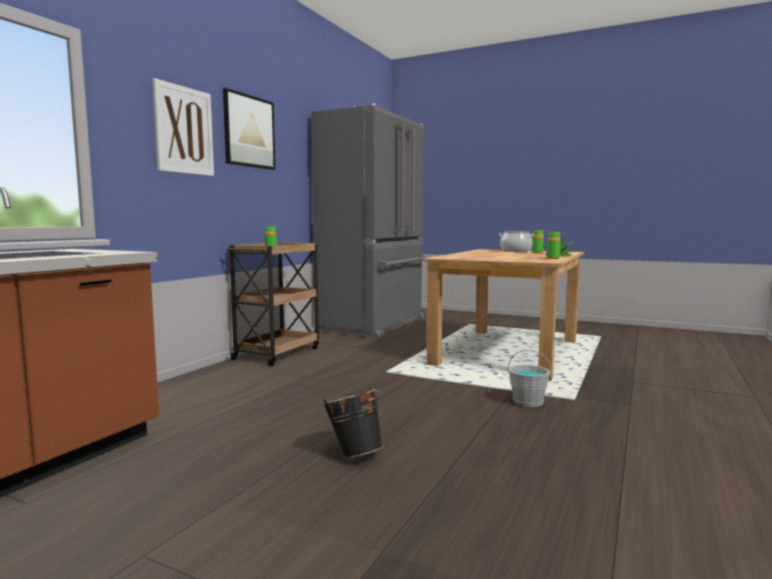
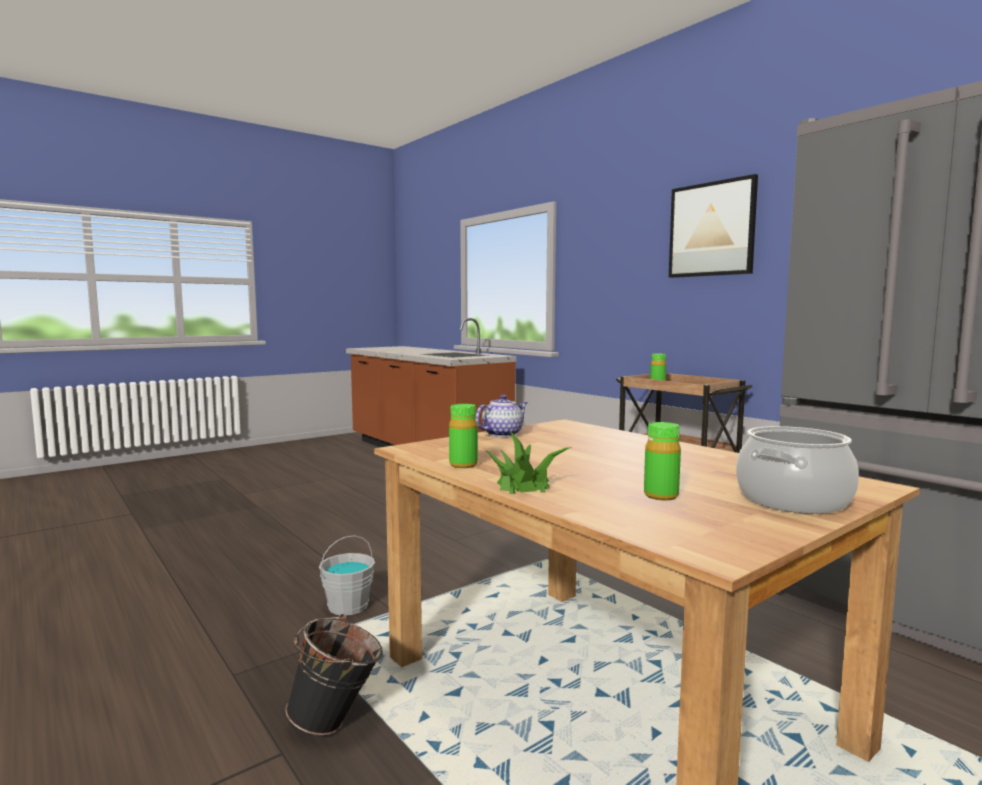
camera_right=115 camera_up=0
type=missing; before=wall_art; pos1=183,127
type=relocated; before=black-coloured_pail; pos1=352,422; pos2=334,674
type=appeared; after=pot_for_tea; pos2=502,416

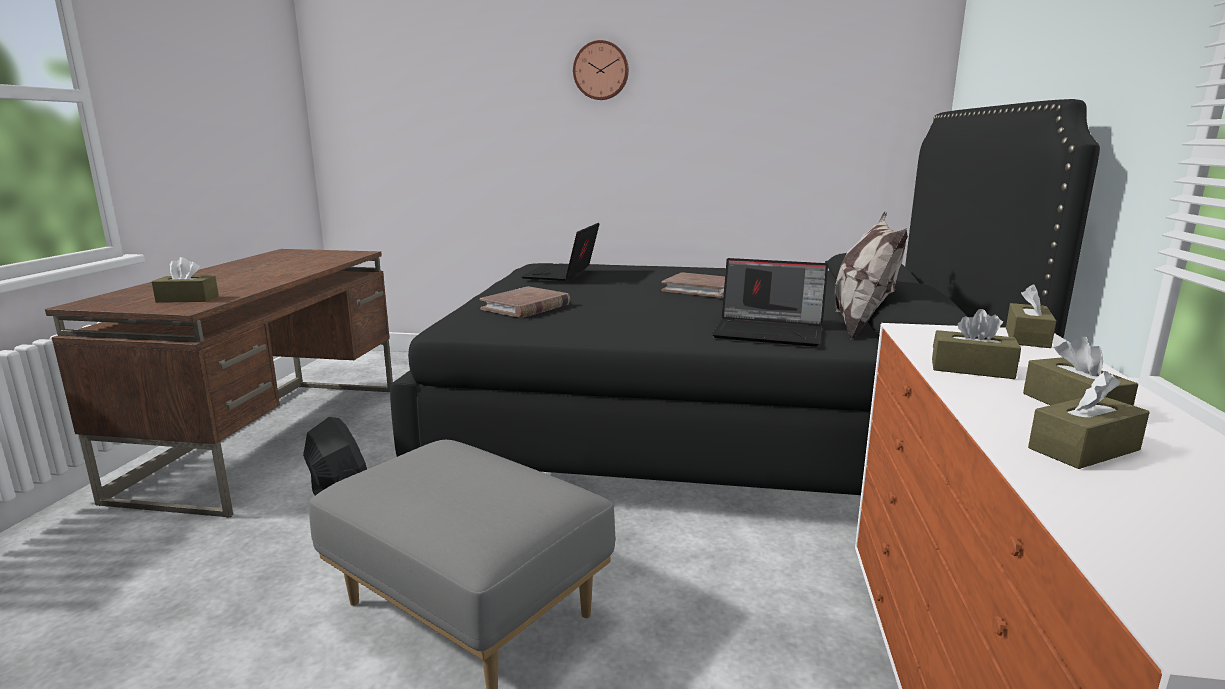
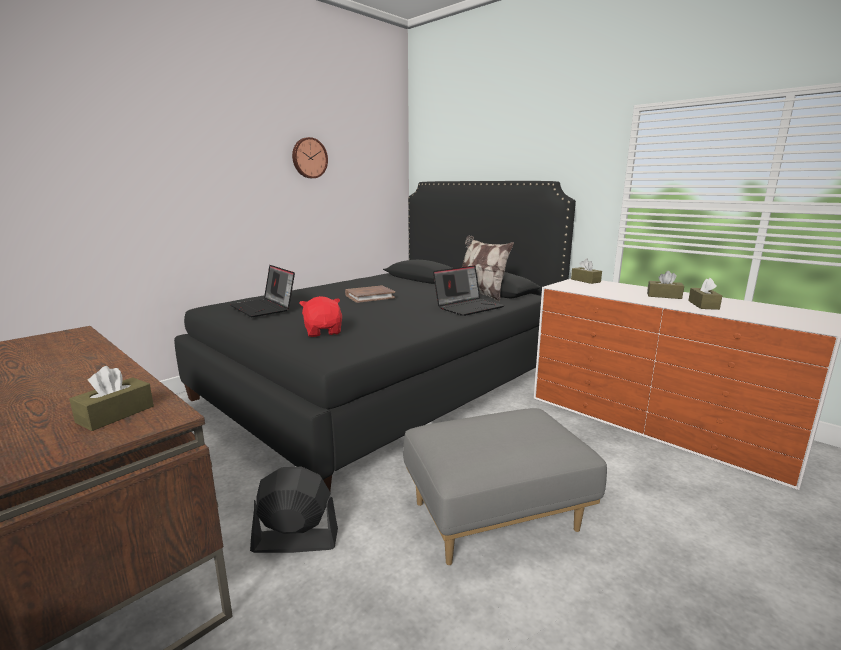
camera_right=-55 camera_up=0
type=relocated; before=wall_clock; pos1=601,70; pos2=310,157
type=exchanged; before=brownish_volume; after=red-coloured_plush_toy; pos1=525,302; pos2=321,316
type=missing; before=brownish_tissue_box; pos1=976,344

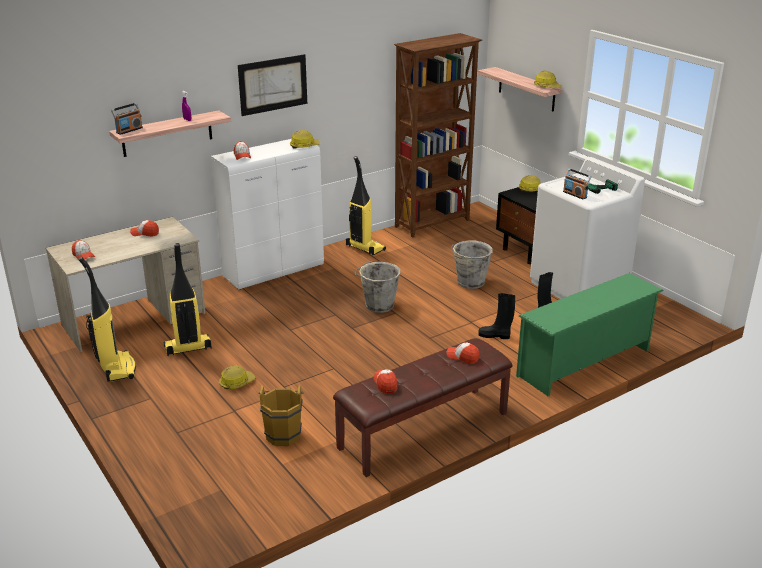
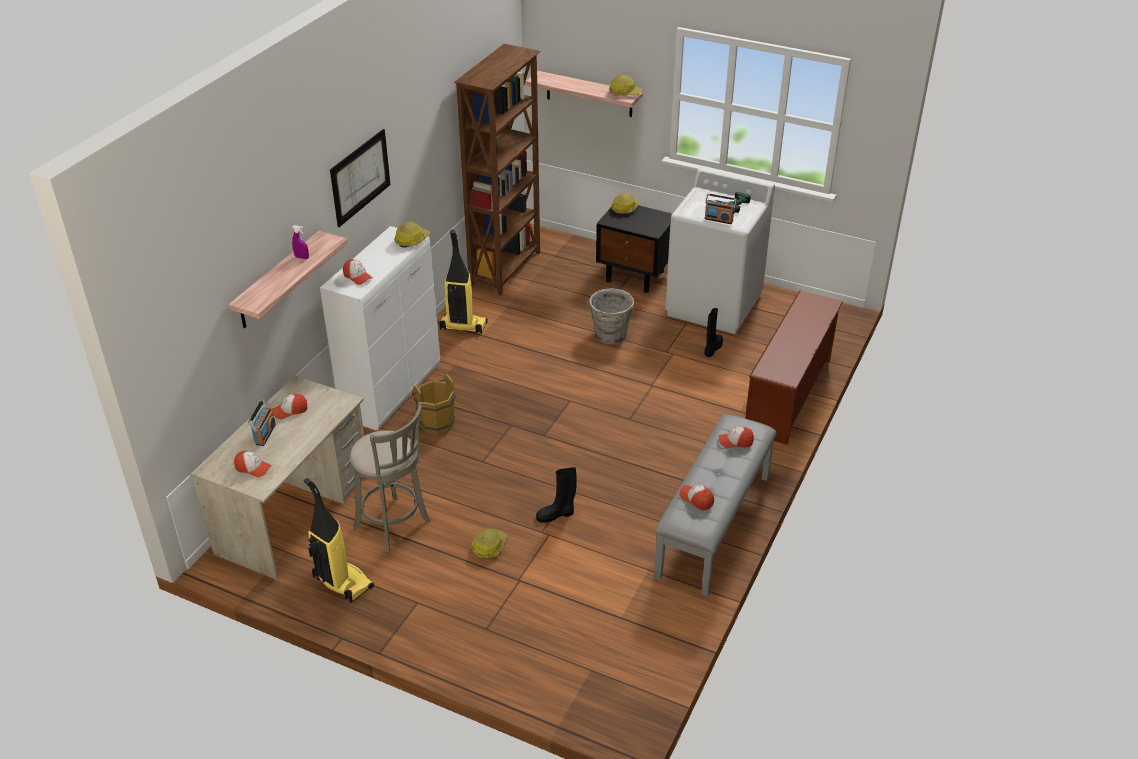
camera_right=-30 camera_up=10
type=relocated; before=radio; pos1=127,119; pos2=262,422
type=exchanged; before=vacuum; after=grey_sitting_stool; pos1=188,299; pos2=390,477
type=missing; before=grey_pail; pos1=377,287
type=colour; before=green_shoe_shelf; after=brownish_shoe_shelf; pos1=590,334; pos2=794,368
type=relocated; before=black-coloured_high-top_boot; pos1=496,316; pos2=556,495
type=colour; before=brownish_indoor_bench; after=grey_indoor_bench; pos1=423,407; pos2=715,506
type=relocated; before=brownish_pail; pos1=281,415; pos2=433,405

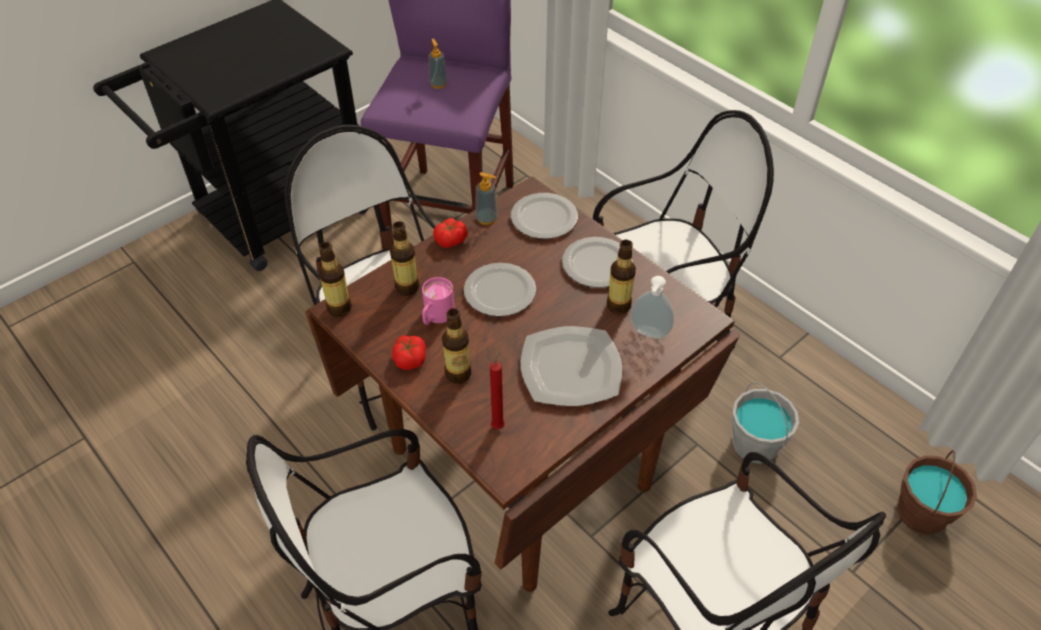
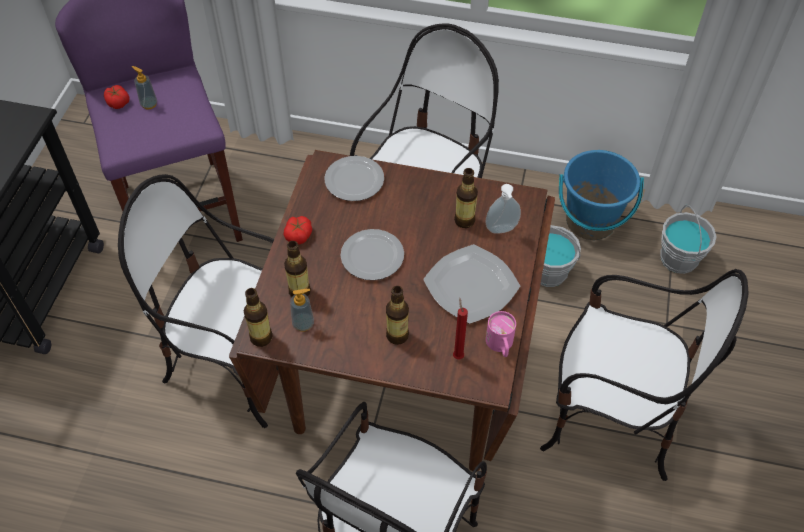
camera_right=-35 camera_up=5
type=relocated; before=soap_dispenser; pos1=486,198; pos2=302,310
type=missing; before=flat_dish; pos1=597,262
type=relocated; before=pinkish_mug; pos1=438,301; pos2=501,334
type=relocated; before=tomato; pos1=409,352; pos2=117,97
type=colour; before=brownish_pail; after=grey_pail; pos1=937,492; pos2=688,239
type=appeared; after=blue_pail; pos2=601,195

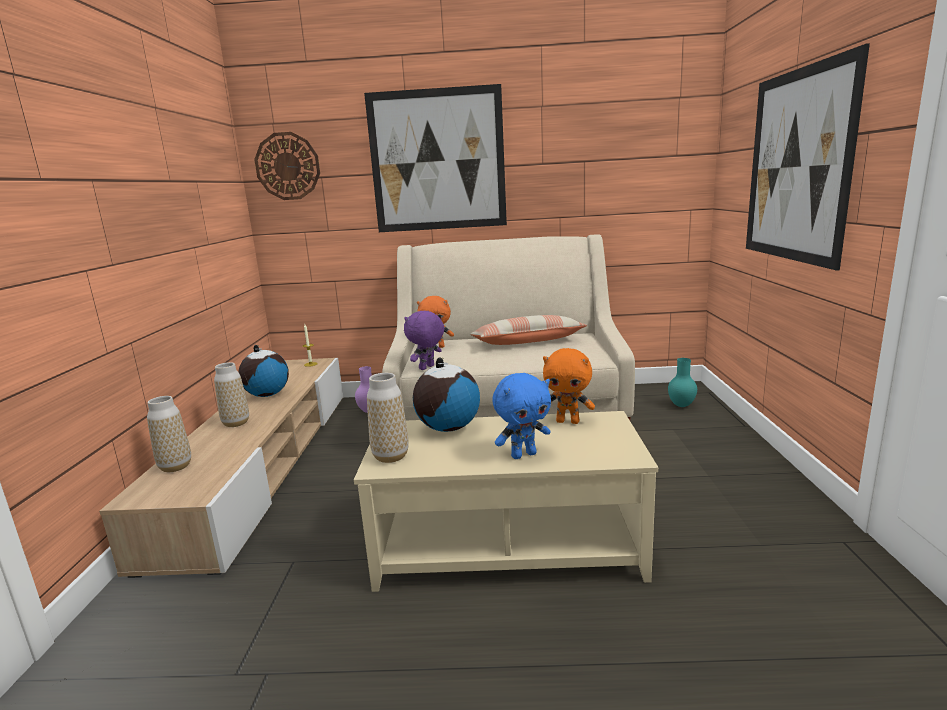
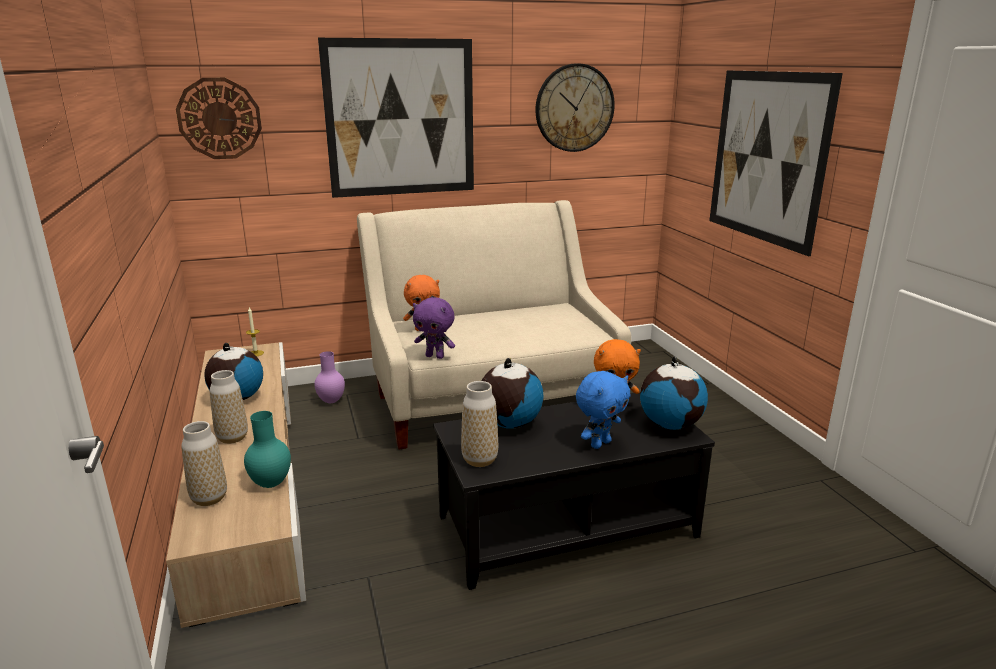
camera_right=-20 camera_up=5
type=spun; before=purple-coloured_plush_toy; pos1=424,340; pos2=434,328; turn=-90
type=missing; before=cushion; pos1=528,330
type=relocated; before=turquoise_decorative_vase; pos1=682,382; pos2=267,449
type=colour; before=sand-coloured_lounge_table; after=black-coloured_lounge_table; pos1=506,501; pos2=574,491
type=appeared; after=wall_clock; pos2=575,107
type=appeared; after=world_globe; pos2=674,393

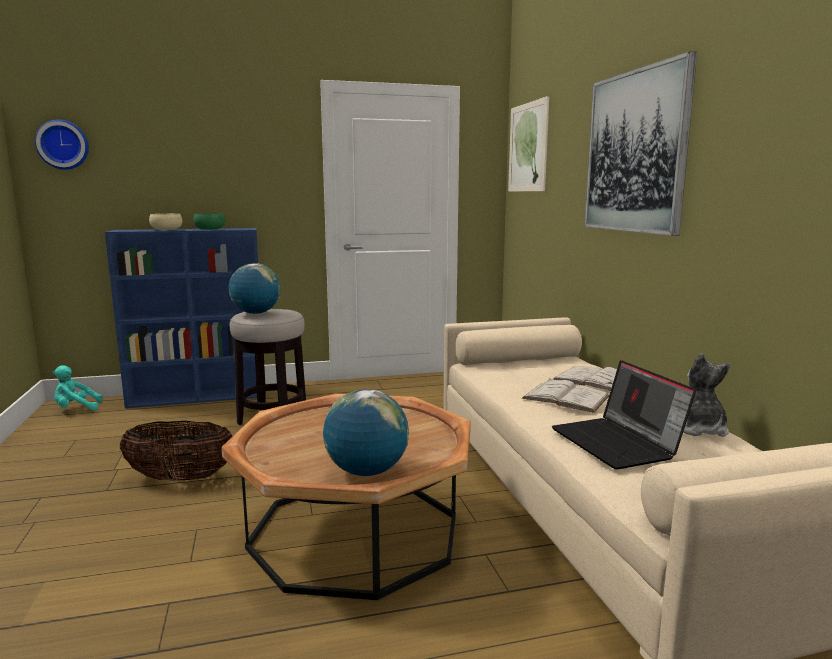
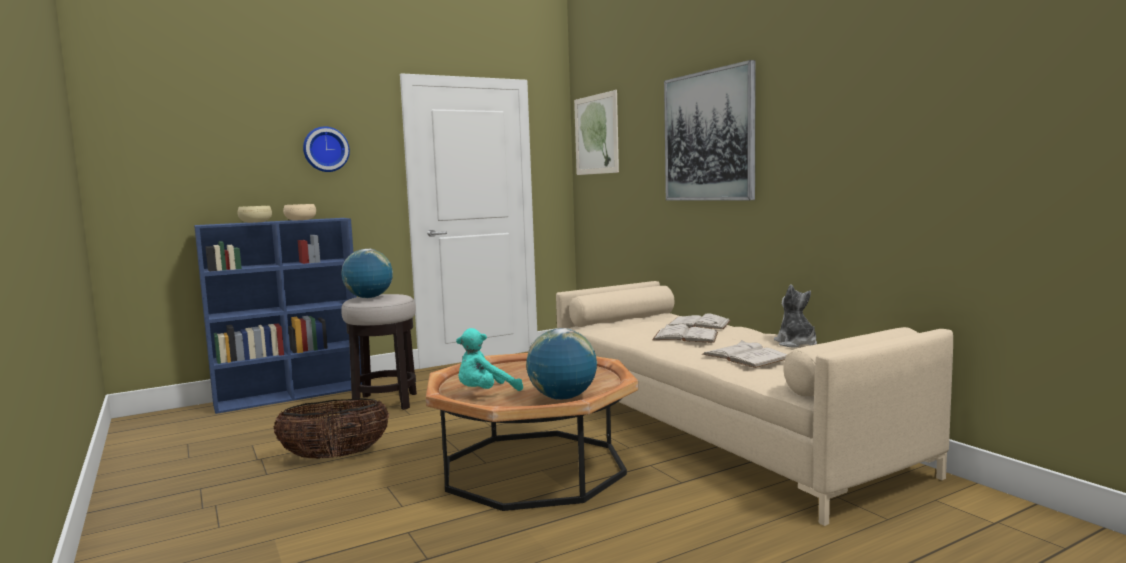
camera_right=-15 camera_up=-5
type=relocated; before=wall_clock; pos1=62,144; pos2=326,149
type=colour; before=green_bowl; after=sand-coloured_bowl; pos1=209,221; pos2=299,212
type=exchanged; before=notebook_computer; after=white_volume; pos1=624,415; pos2=744,354
type=relocated; before=turquoise_plush_toy; pos1=77,388; pos2=489,359

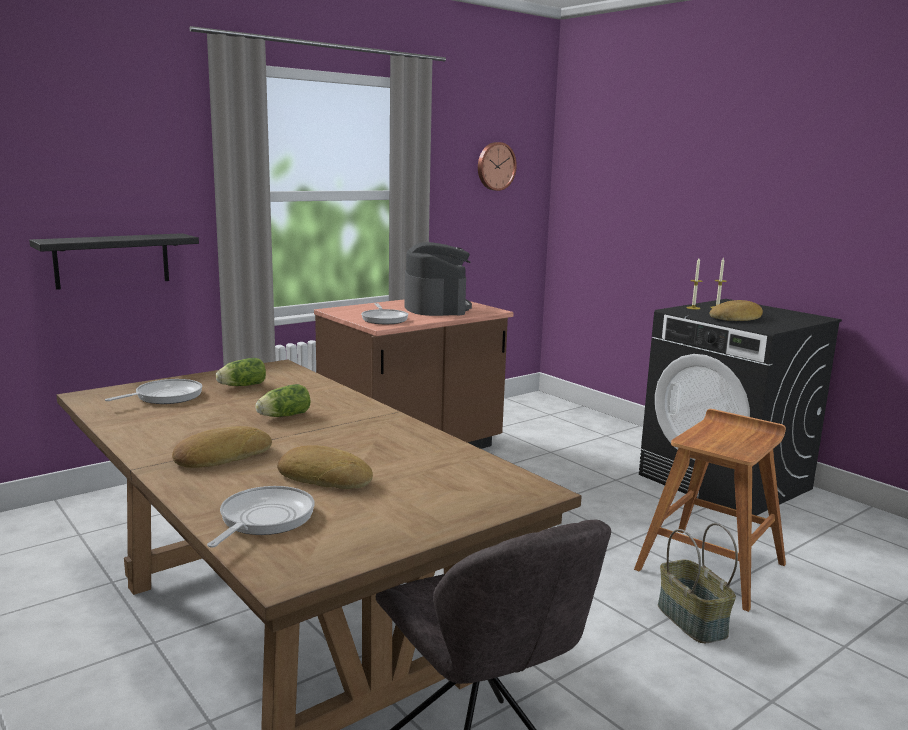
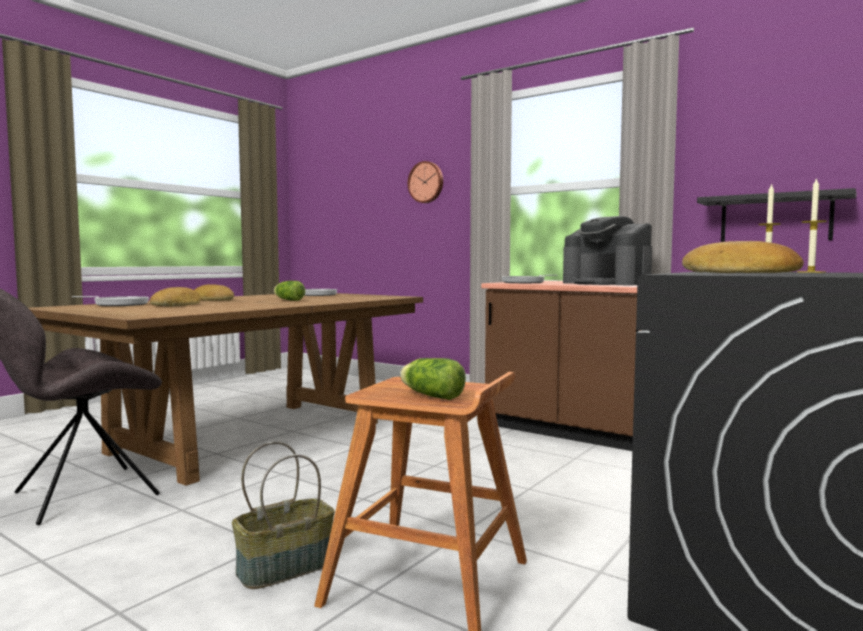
camera_right=75 camera_up=-10
type=relocated; before=wall_clock; pos1=497,166; pos2=425,182
type=relocated; before=black-coloured_shelf; pos1=114,261; pos2=777,215
type=spun; before=coffee_brewer; pos1=438,279; pos2=607,250; turn=75
type=relocated; before=lettuce; pos1=241,372; pos2=433,379

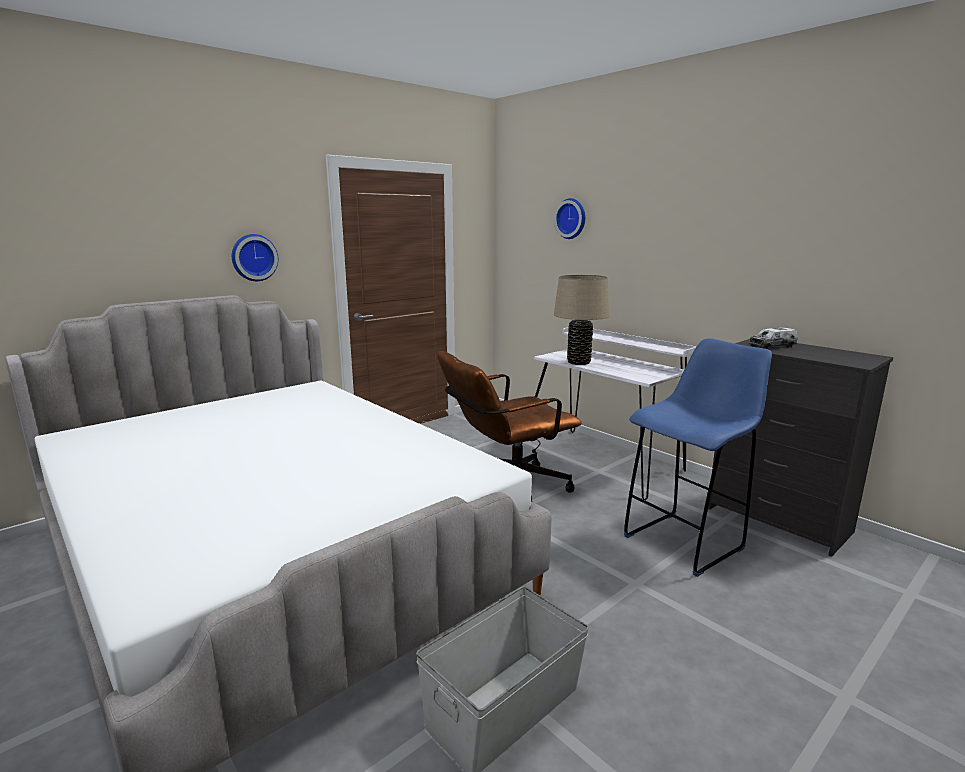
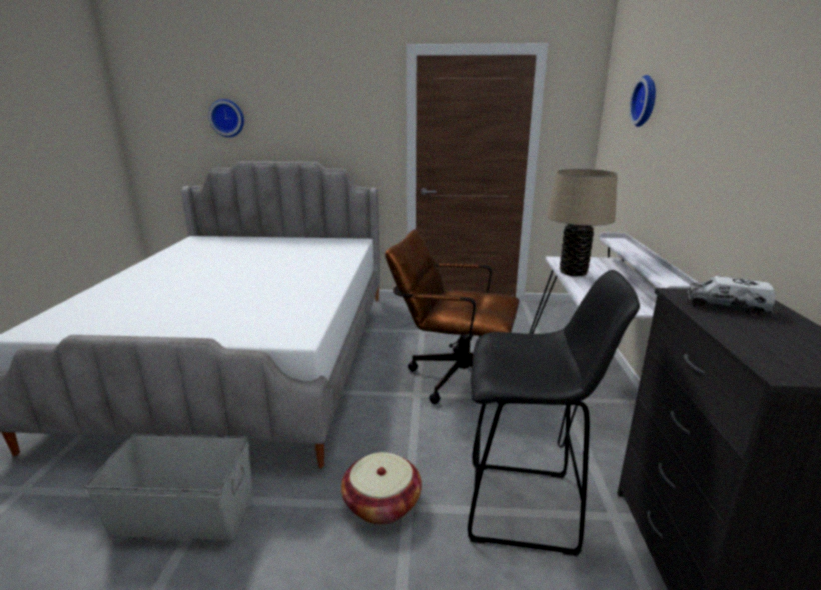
camera_right=45 camera_up=5
type=relocated; before=wall_clock; pos1=255,257; pos2=226,118
type=colour; before=blue_sitting_stool; after=black-coloured_sitting_stool; pos1=698,457; pos2=554,413
type=appeared; after=household_basket; pos2=381,488

